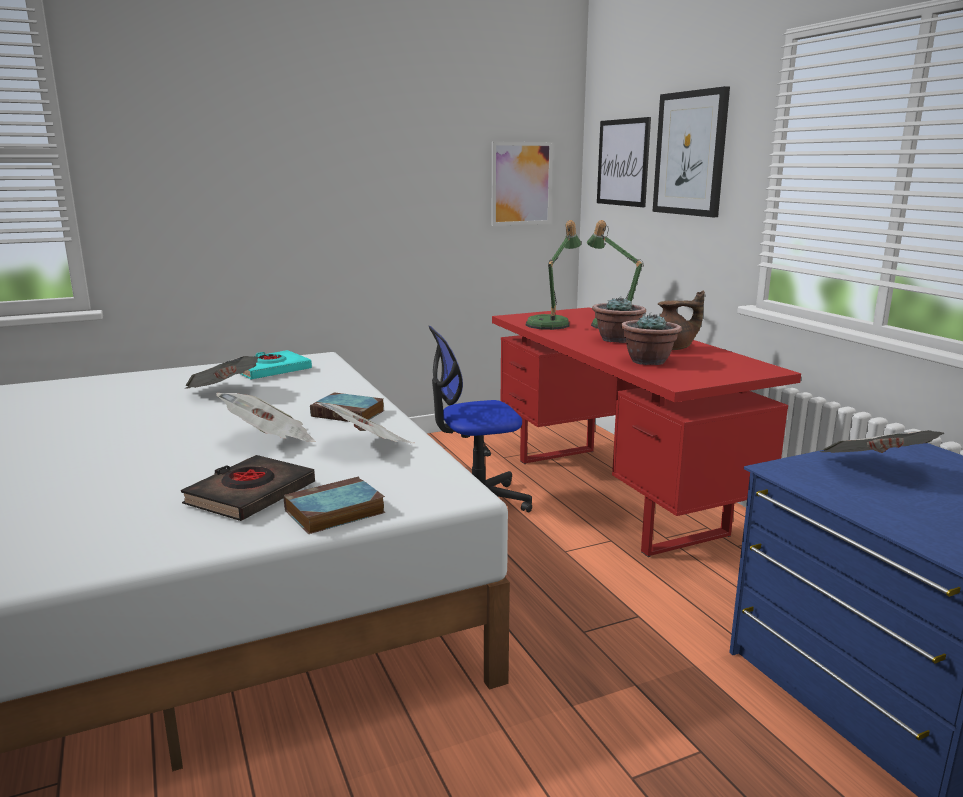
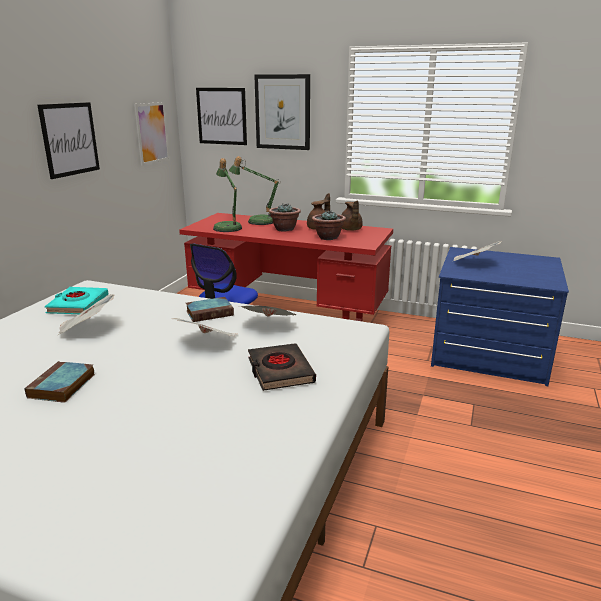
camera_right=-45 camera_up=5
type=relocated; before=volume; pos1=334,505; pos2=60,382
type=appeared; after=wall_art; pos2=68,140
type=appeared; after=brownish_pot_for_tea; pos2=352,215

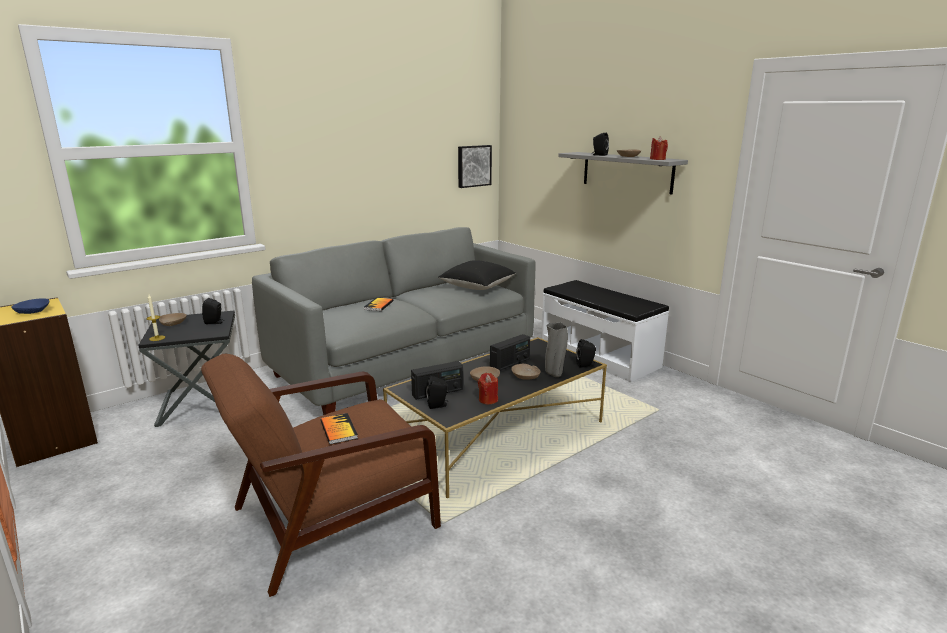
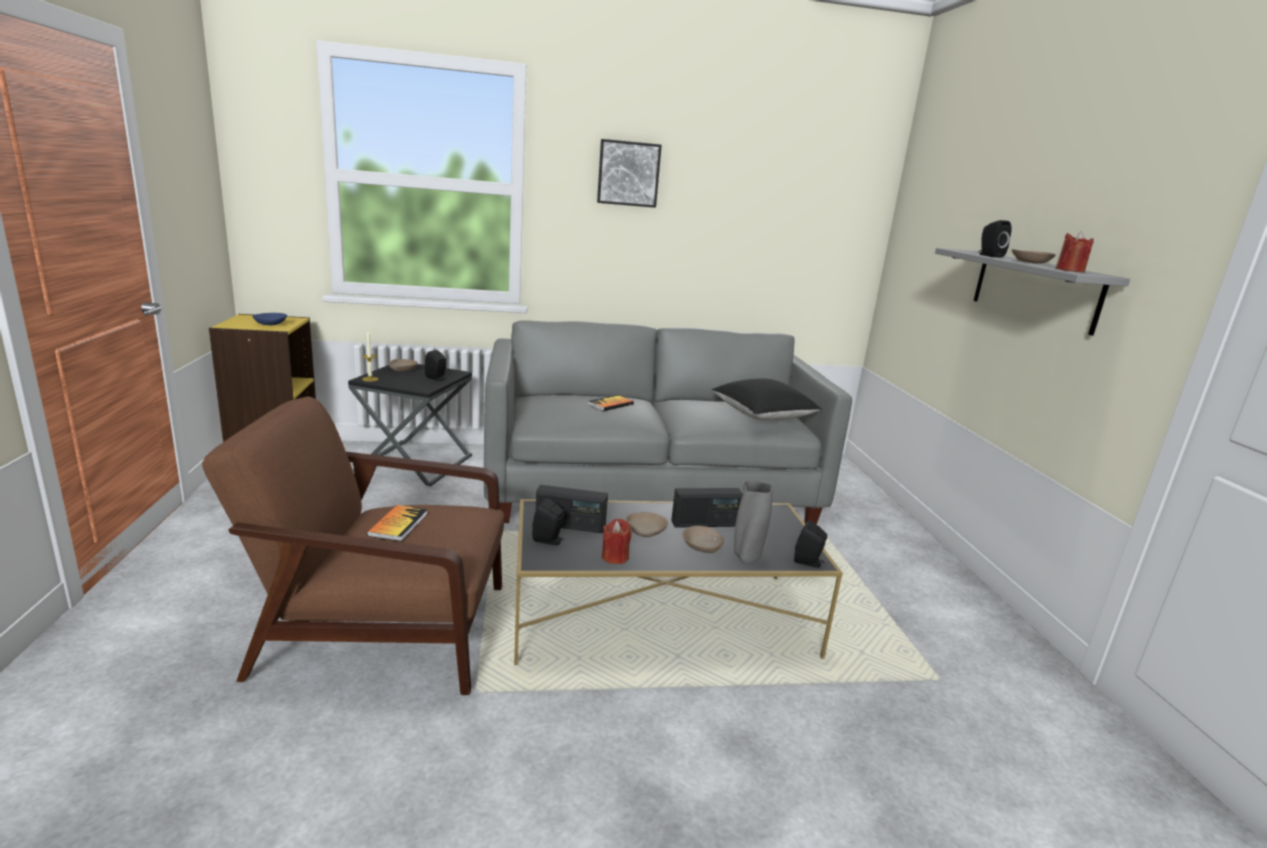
camera_right=30 camera_up=0
type=relocated; before=wall_art; pos1=475,166; pos2=629,173
type=missing; before=white_indoor_bench; pos1=605,331

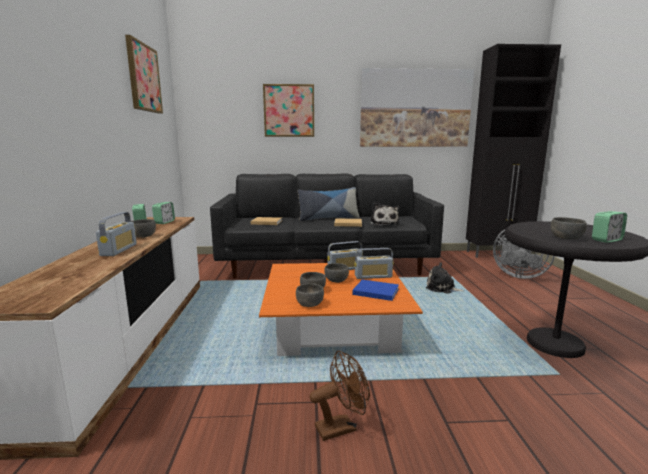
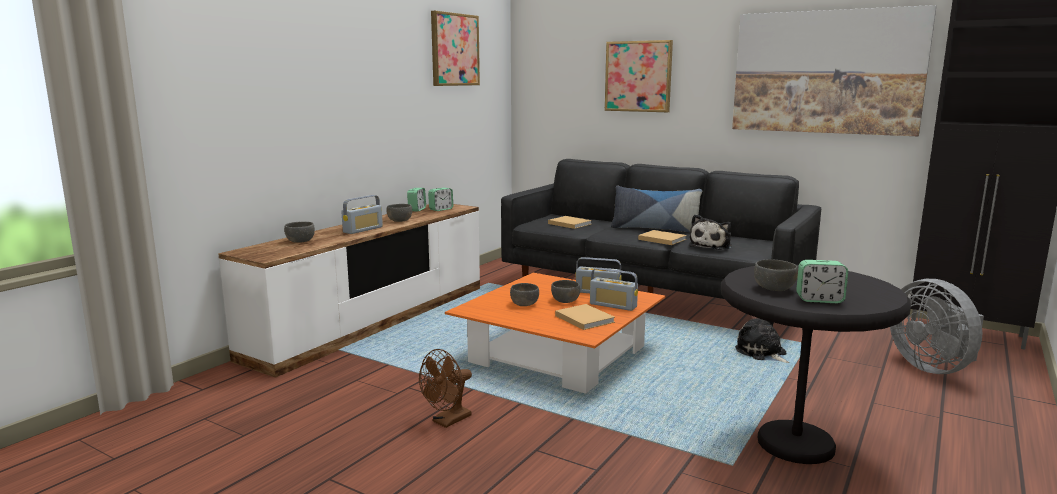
camera_right=35 camera_up=0
type=colour; before=blue_volume; after=sand-coloured_volume; pos1=375,290; pos2=585,317
type=relocated; before=grey_bowl; pos1=310,295; pos2=299,232
type=spun; before=brownish_cooling_fan; pos1=340,396; pos2=445,388; turn=120

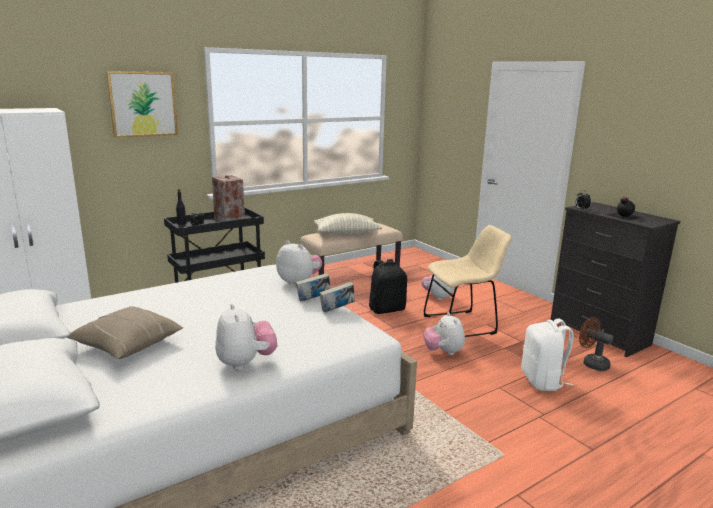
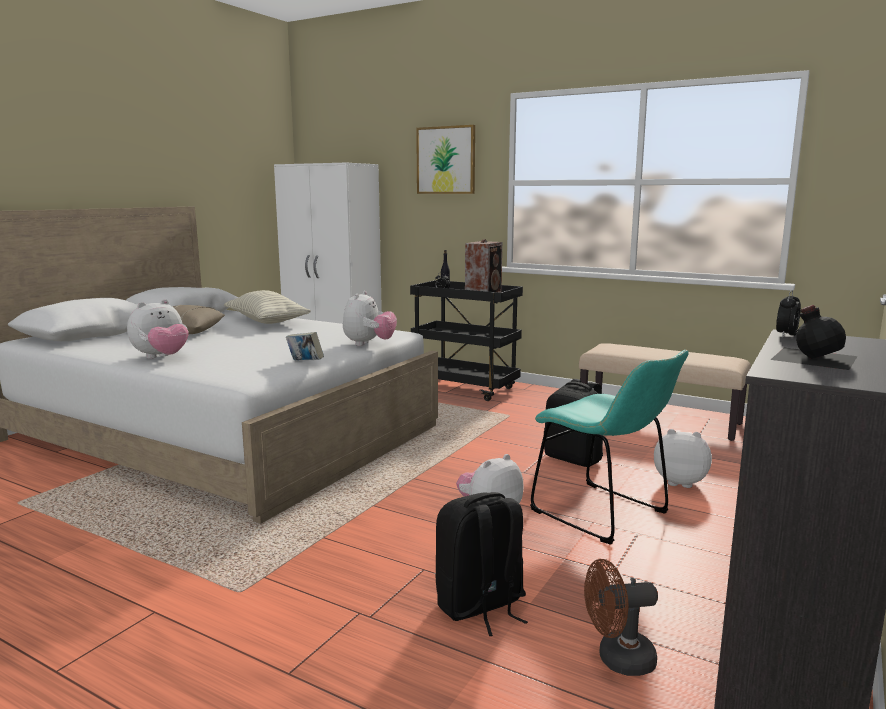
camera_right=65 camera_up=-5
type=relocated; before=cushion; pos1=348,224; pos2=267,307
type=colour; before=sand-coloured_chair; after=turquoise_chair; pos1=467,281; pos2=609,447
type=missing; before=volume; pos1=313,287
type=spun; before=brownish_cooling_fan; pos1=596,344; pos2=621,617; turn=-120
type=colour; before=white_rucksack; after=black-coloured_rucksack; pos1=547,355; pos2=482,564

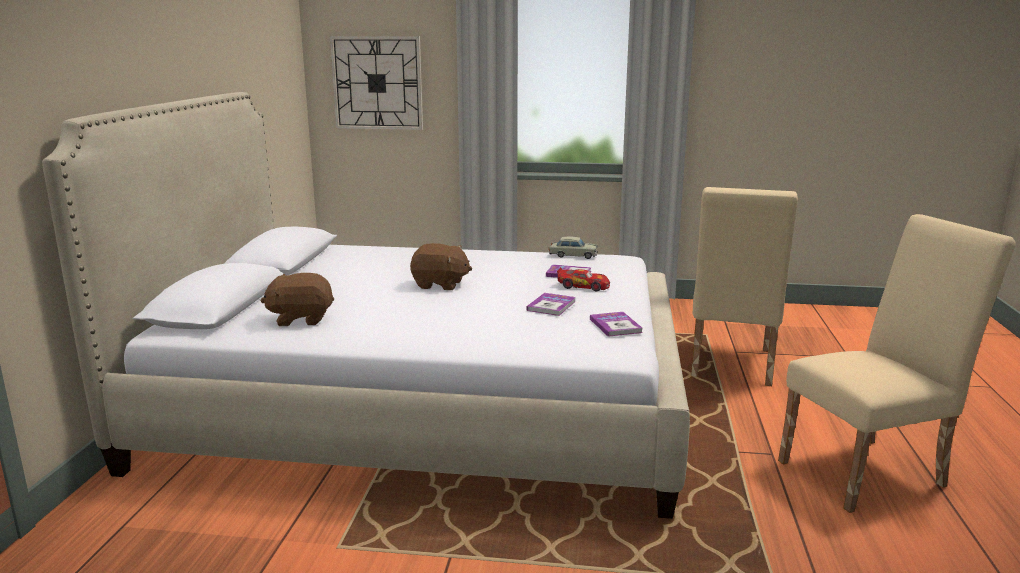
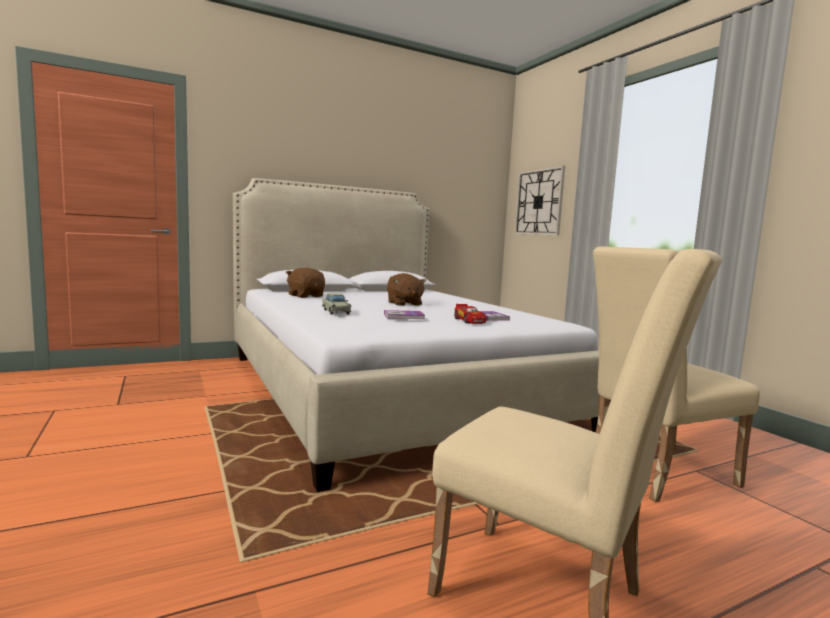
camera_right=55 camera_up=-10
type=relocated; before=sand-coloured_model_car; pos1=573,248; pos2=336,304
type=missing; before=volume; pos1=616,324

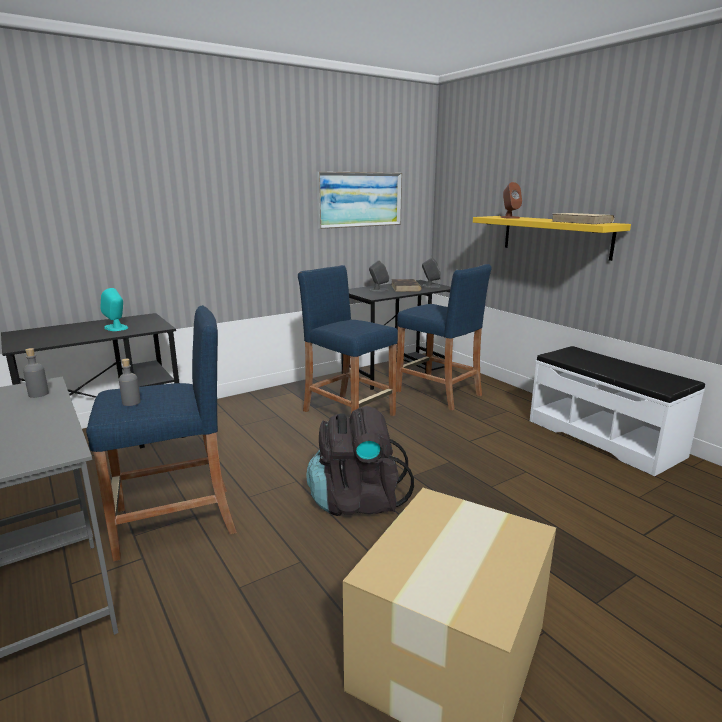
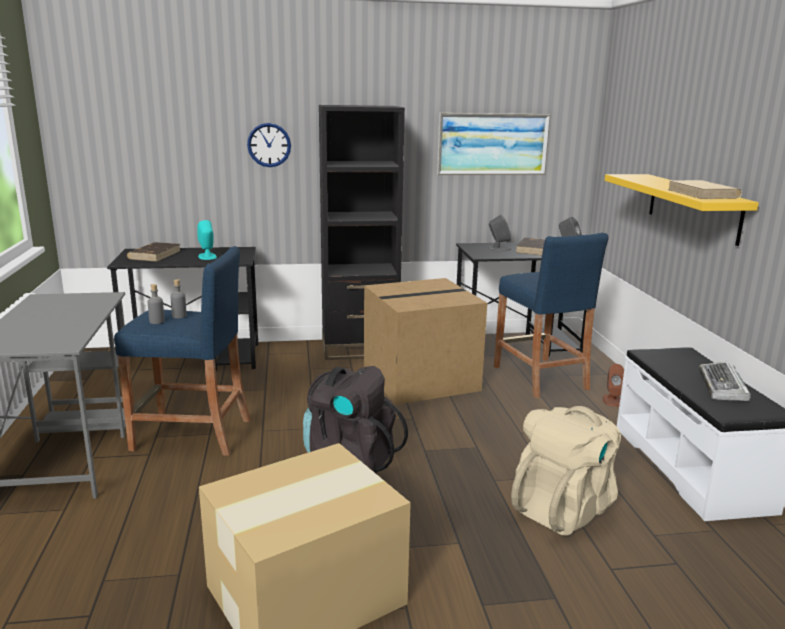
camera_right=25 camera_up=0
type=relocated; before=brownish_speaker; pos1=511,200; pos2=613,385
type=exchanged; before=blue_sitting_stool; after=packing_box; pos1=348,340; pos2=425,341
type=relocated; before=grey_drink_bottle; pos1=36,373; pos2=178,299
type=appeared; after=black-coloured_shelving_unit; pos2=362,232
type=appeared; after=wall_clock; pos2=269,145
type=appeared; after=brownish_volume; pos2=153,252
type=appeared; after=computer_keyboard; pos2=725,381
type=appeared; after=sand-coloured_rucksack; pos2=566,471

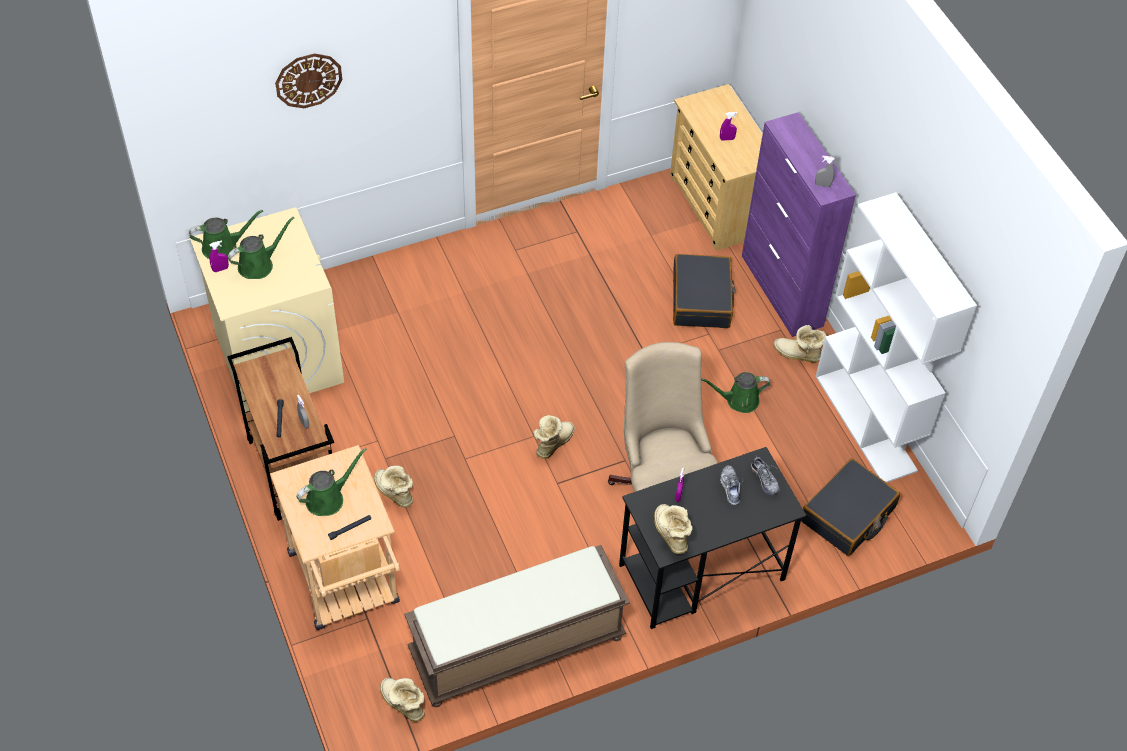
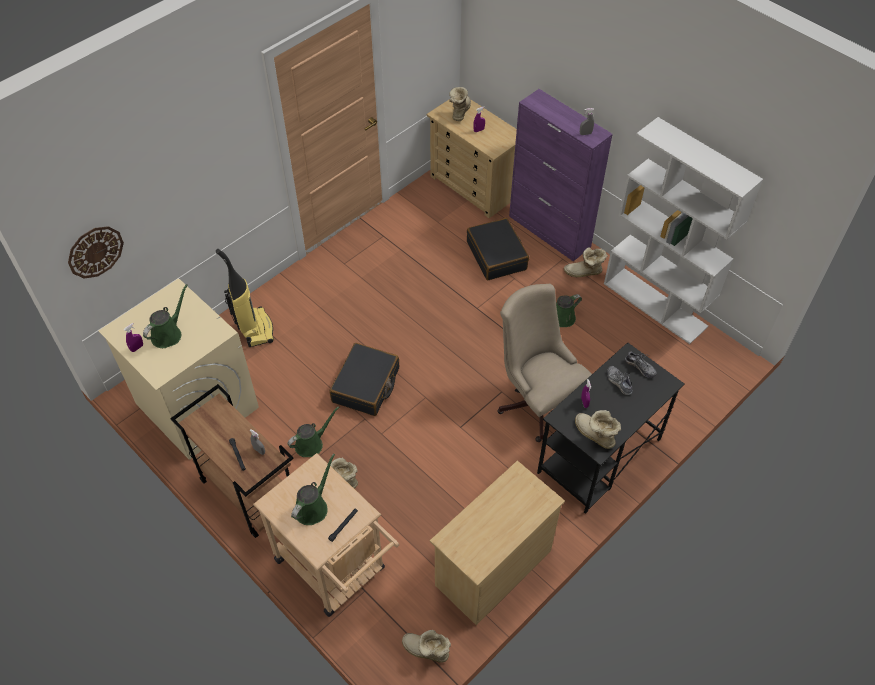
camera_right=-20 camera_up=0
type=relocated; before=wall_clock; pos1=308,80; pos2=96,252
type=relocated; before=green_watering_pot; pos1=226,234; pos2=313,432
type=relocated; before=high-top_boot; pos1=554,437; pos2=460,104
type=relocated; before=black-coloured_piece_of_luggage; pos1=850,507; pos2=364,379
type=exchanged; before=brownish_indoor_bench; after=sand-coloured_drawer_chest; pos1=517,626; pos2=497,543
type=appeared; after=vacuum; pos2=245,298

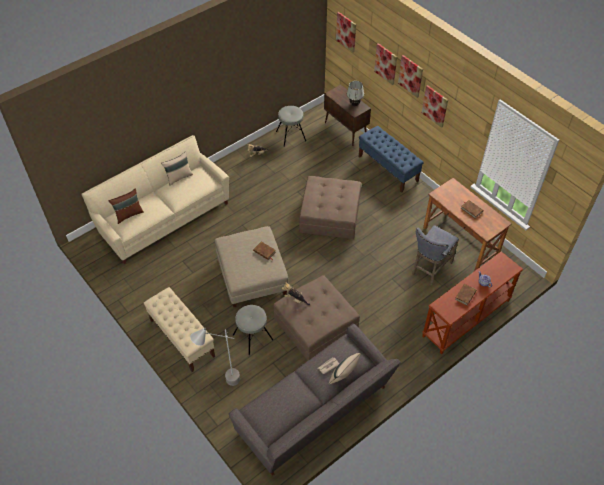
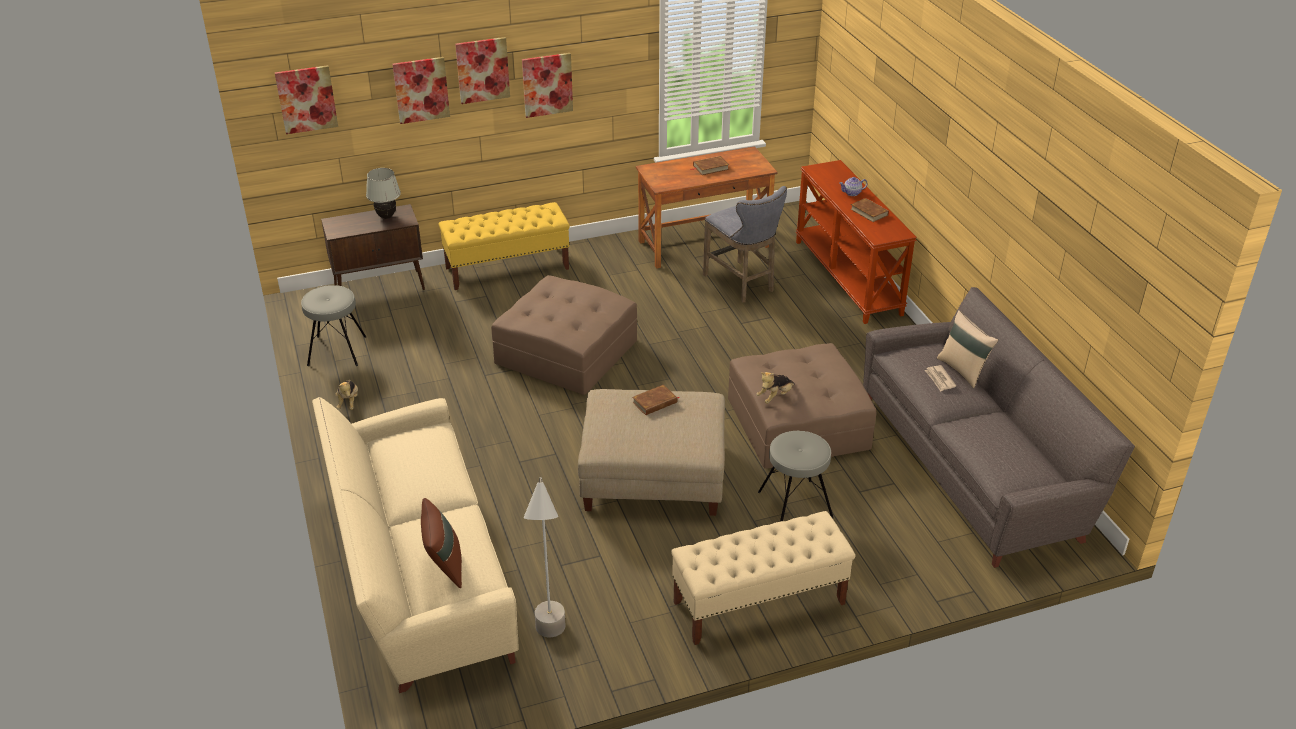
camera_right=-70 camera_up=-15
type=colour; before=blue_indoor_bench; after=yellow_indoor_bench; pos1=391,159; pos2=504,246
type=missing; before=sand-coloured_cushion; pos1=177,168
type=relocated; before=grey_floor_lamp; pos1=215,357; pos2=545,557

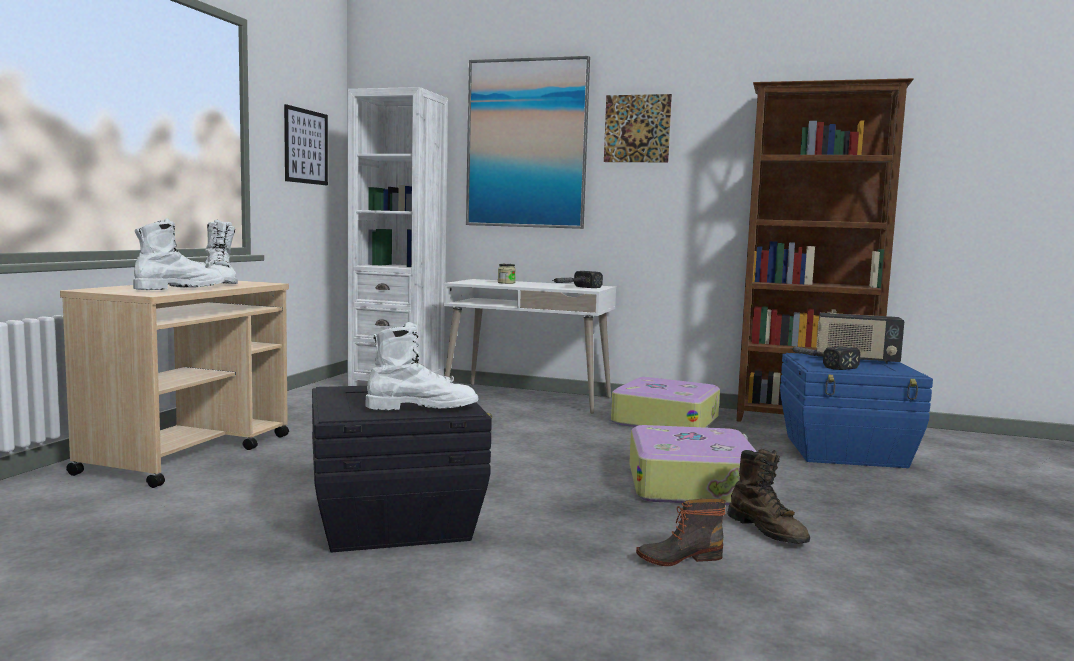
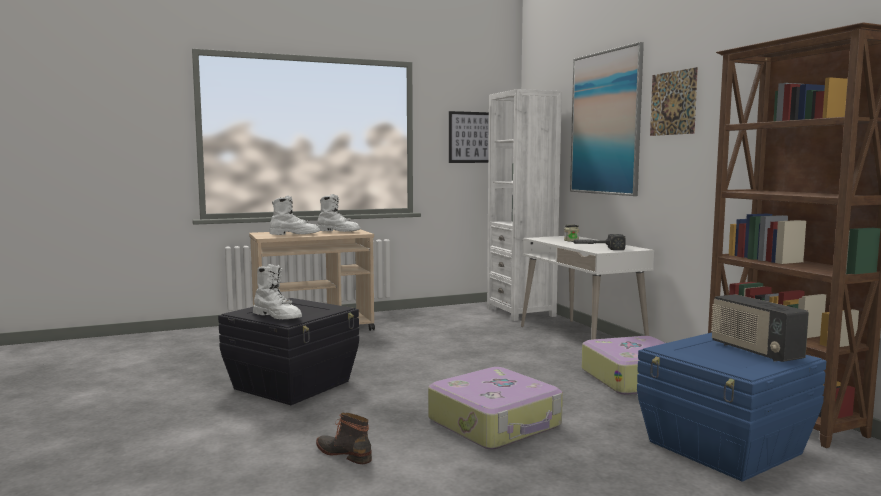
camera_right=50 camera_up=0
type=spun; before=white_high-top_boot; pos1=221,251; pos2=338,213; turn=-90
type=missing; before=hammer; pos1=825,358
type=missing; before=brownish_high-top_boot; pos1=768,496

